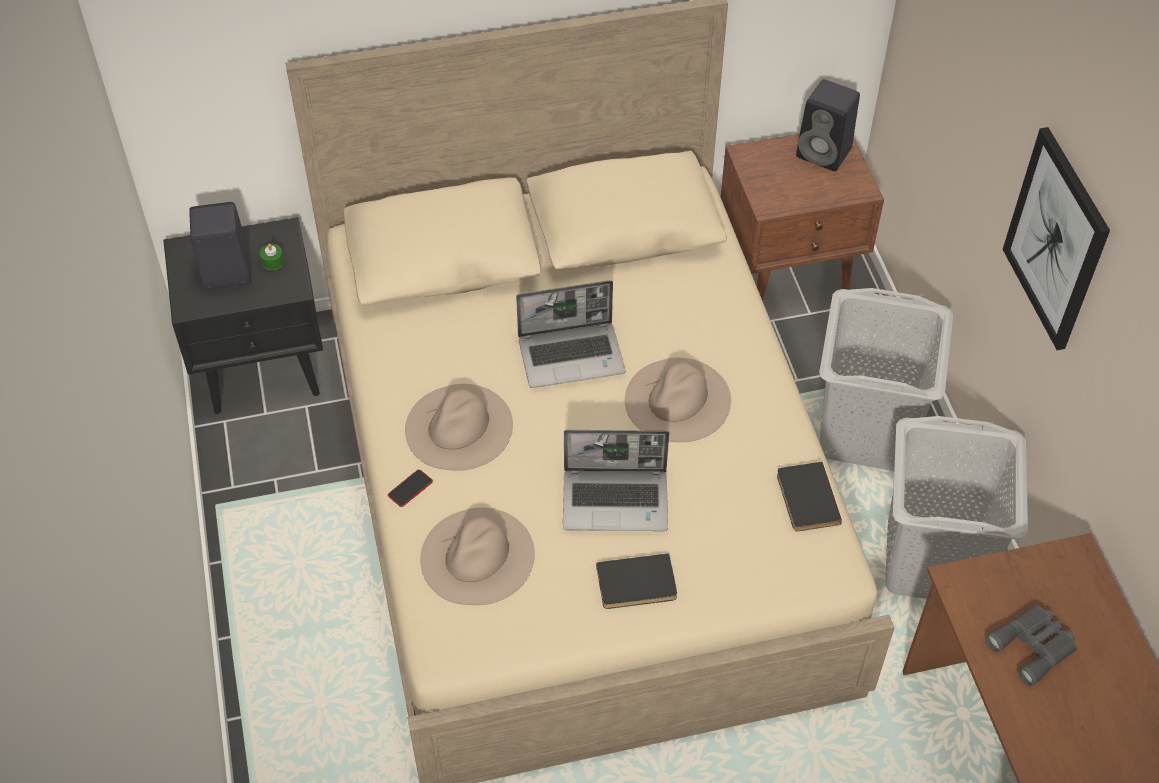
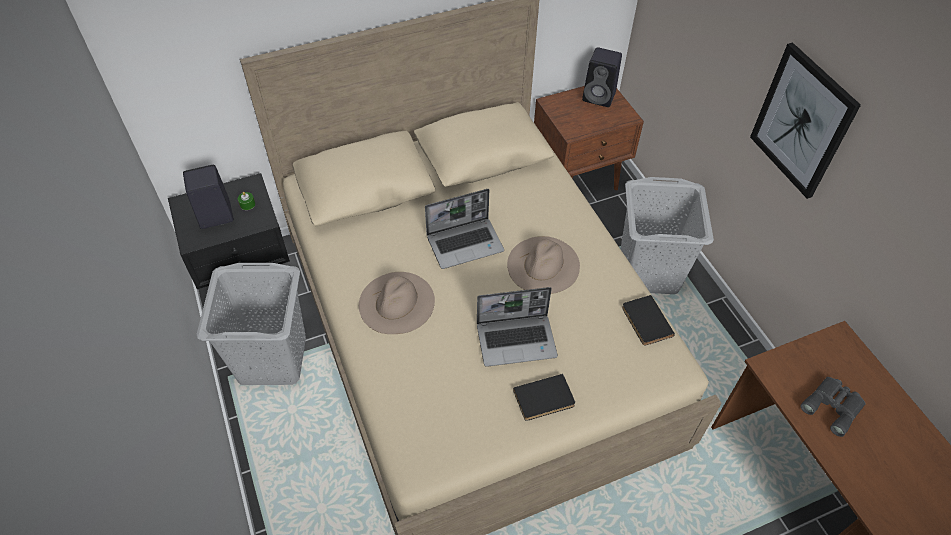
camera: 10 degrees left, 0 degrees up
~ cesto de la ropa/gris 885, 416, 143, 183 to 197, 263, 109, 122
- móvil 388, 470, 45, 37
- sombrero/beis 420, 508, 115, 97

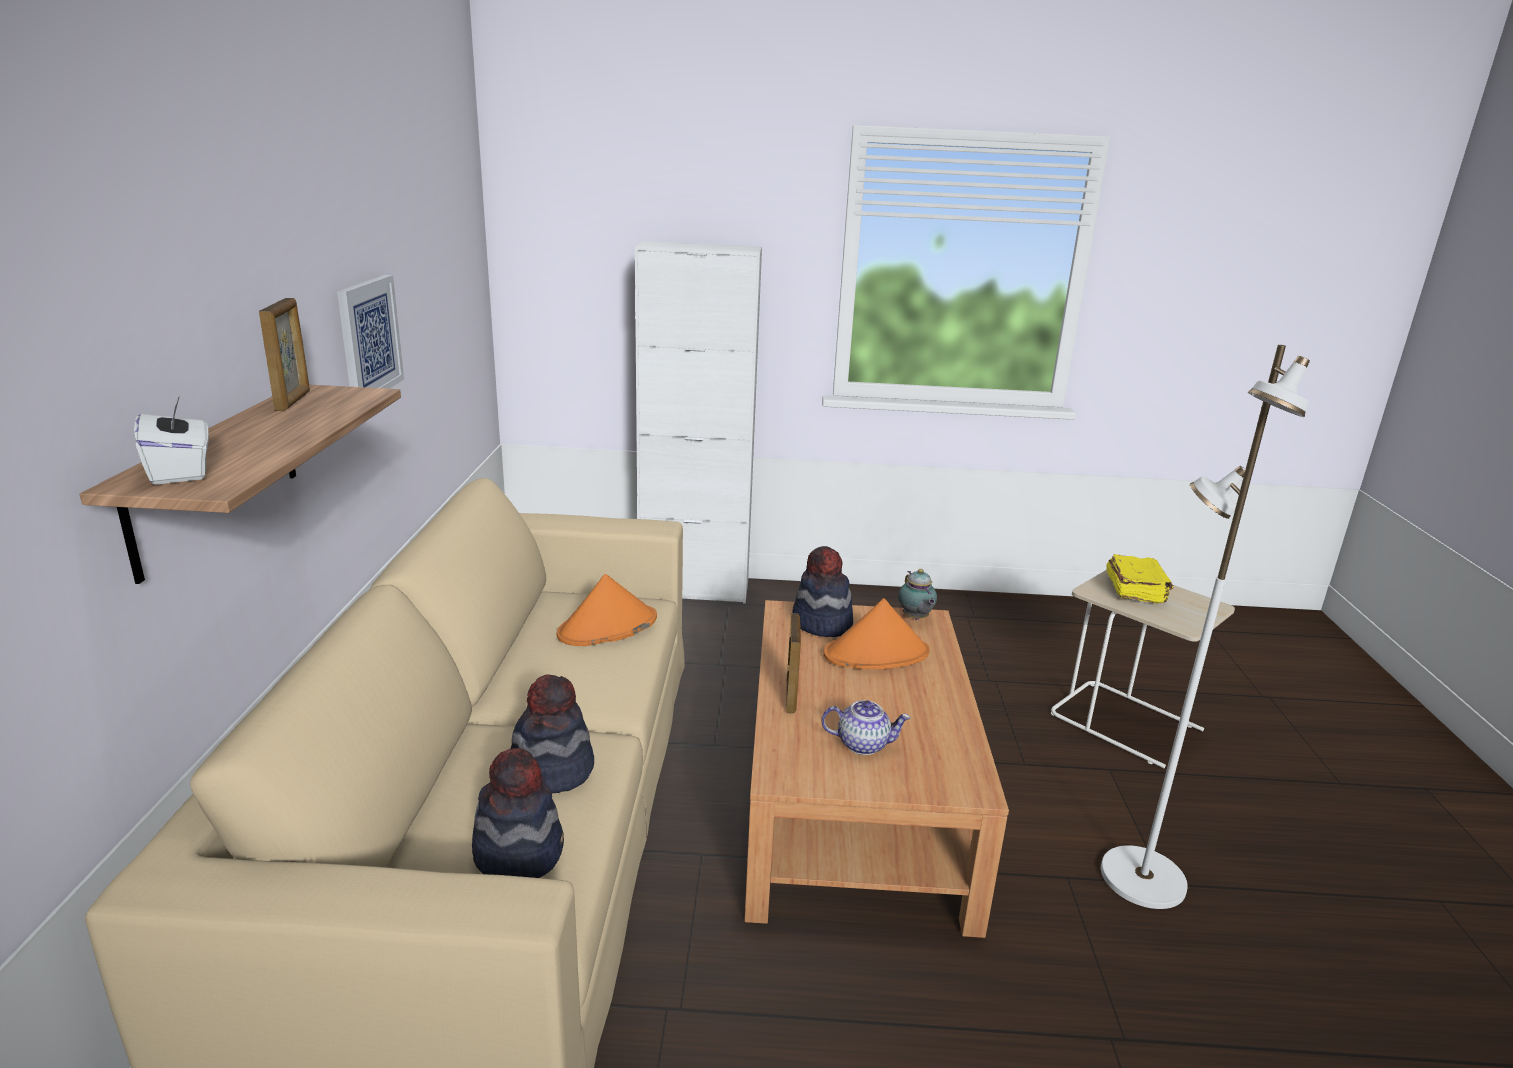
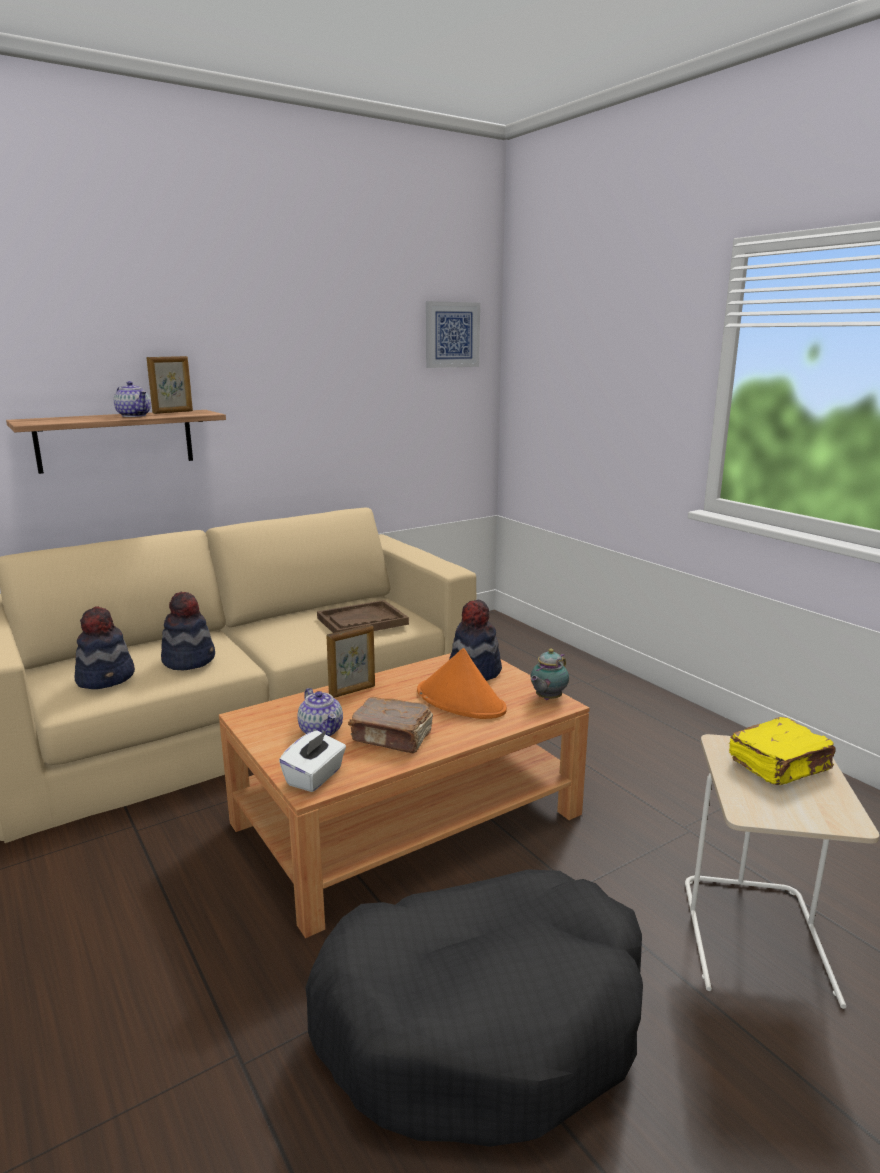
camera: 55 degrees right, 5 degrees down
+ tetera 114, 381, 37, 36
~ caja de pañuelos/blanco 134, 396, 75, 89 to 279, 730, 67, 62
~ lámpara de pie/blanco 1101, 345, 209, 564 to cama para perro/negro 306, 869, 337, 278
~ sombrero/naranja 557, 574, 100, 72 to bandeja/marrón 317, 600, 92, 33
+ libro/marrón 348, 697, 85, 56
~ cuadro 337, 275, 67, 114 to 426, 301, 54, 67
- armario/blanco 635, 241, 127, 363

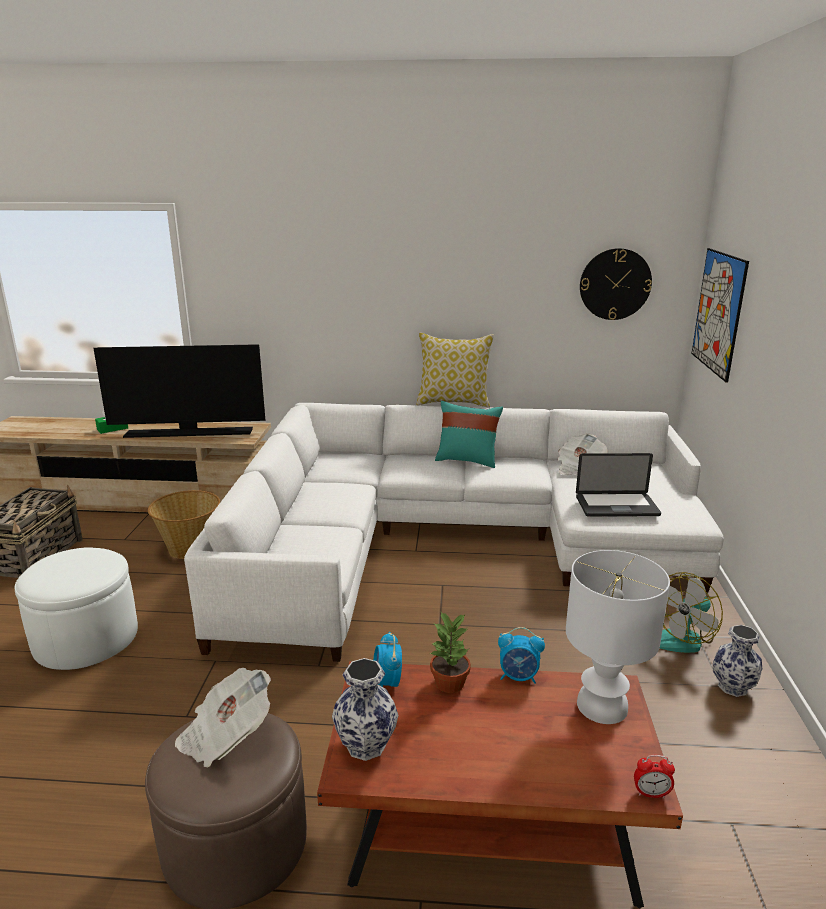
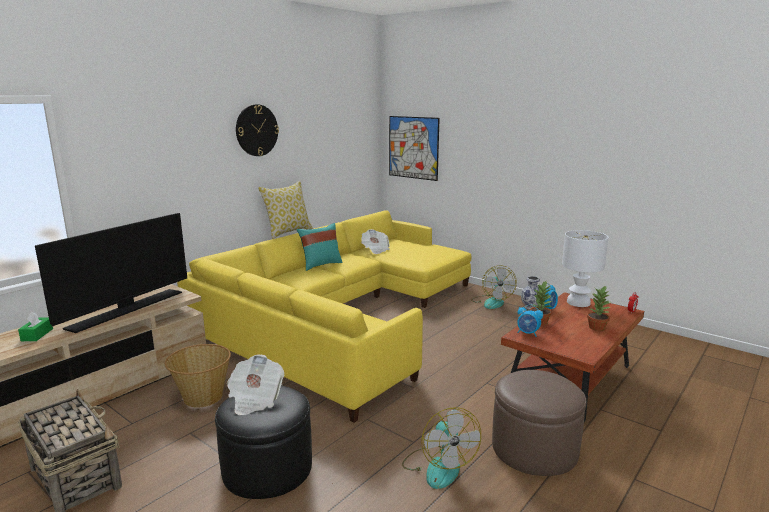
camera: 55 degrees left, 5 degrees down
~ sofá/blanco 184, 403, 540, 259 to sofá/amarillo 177, 210, 294, 213
~ puf/blanco 15, 548, 123, 122 to puf/negro 215, 385, 97, 114
~ periódico 175, 668, 96, 100 to 227, 355, 57, 60
~ reloj de pared 580, 248, 72, 72 to 236, 104, 43, 52
+ ventilador 402, 407, 79, 82
+ planta en maceta 587, 285, 24, 46
- florero 332, 658, 67, 103
- portátil 576, 453, 85, 64

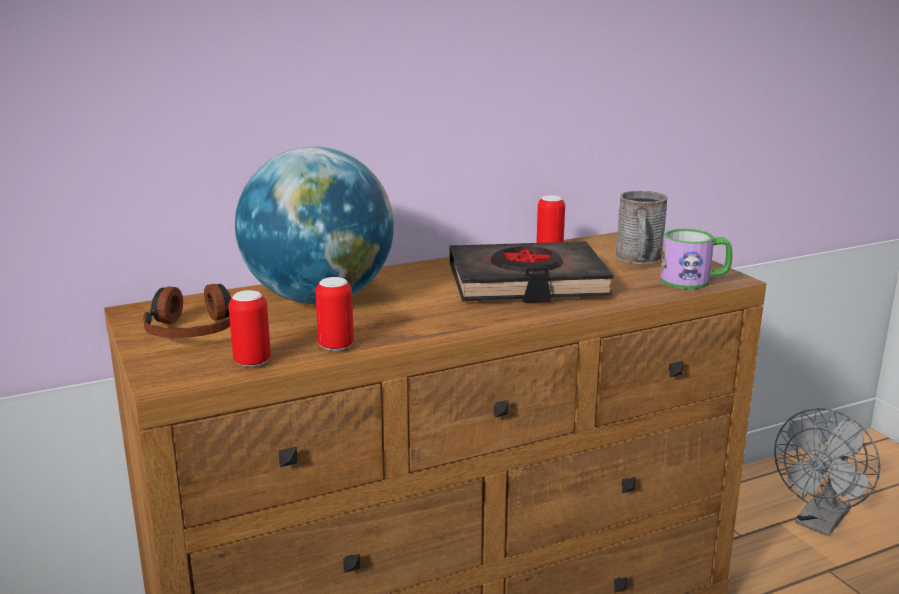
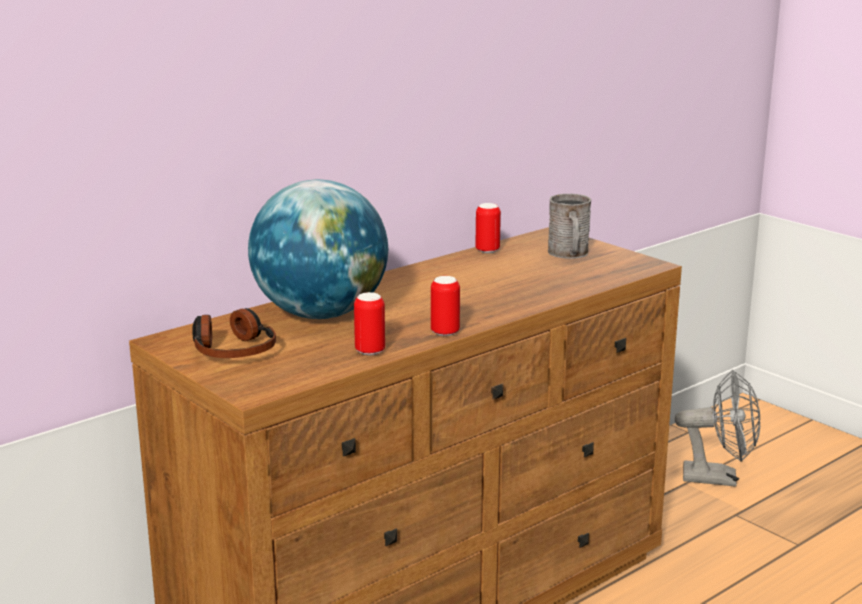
camera: 15 degrees left, 0 degrees up
~ lata 229, 290, 42, 77 to 431, 276, 29, 60
~ ventilador/gris 774, 408, 106, 128 = 675, 370, 85, 117 105 degrees counterclockwise
- libro/negro 449, 241, 165, 62
- taza grande 660, 229, 72, 60

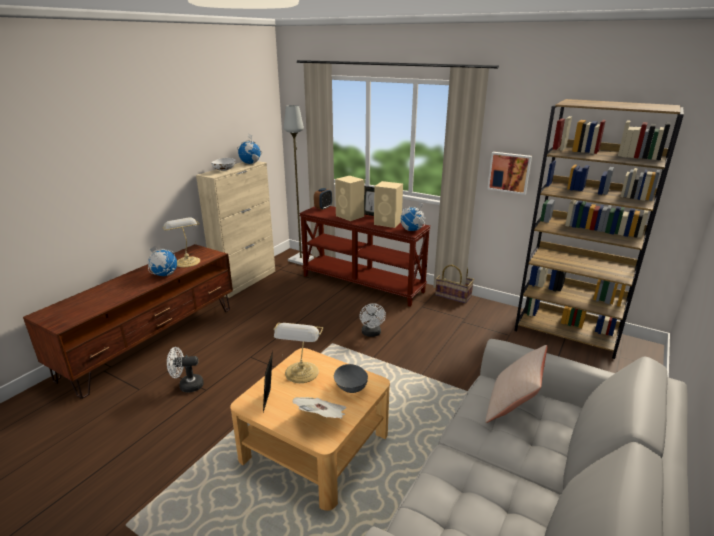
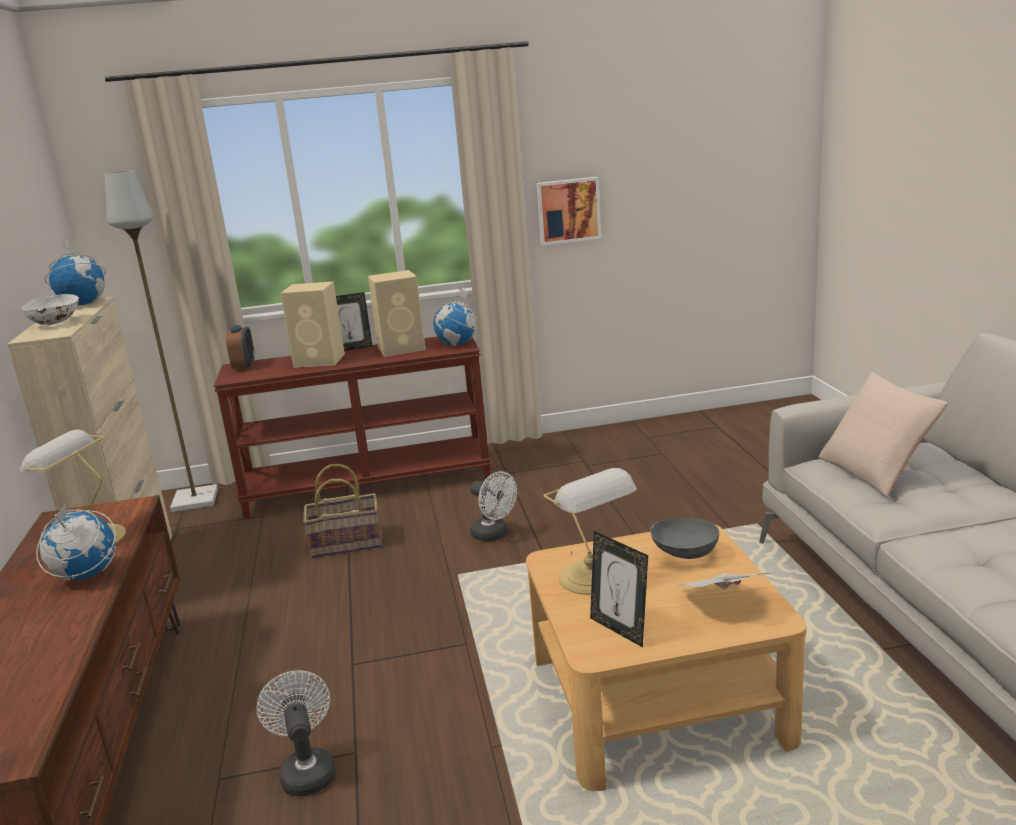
camera: 40 degrees left, 5 degrees down
~ ventilador/blanco 167, 347, 37, 45 = 256, 670, 80, 127 120 degrees clockwise
~ cesta 435, 265, 39, 38 to 303, 464, 79, 94
- estantería/marrón 514, 99, 170, 260

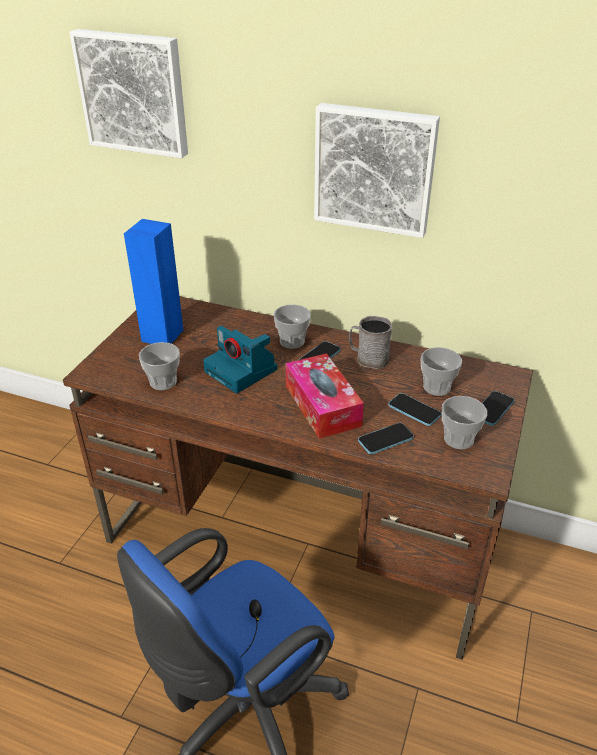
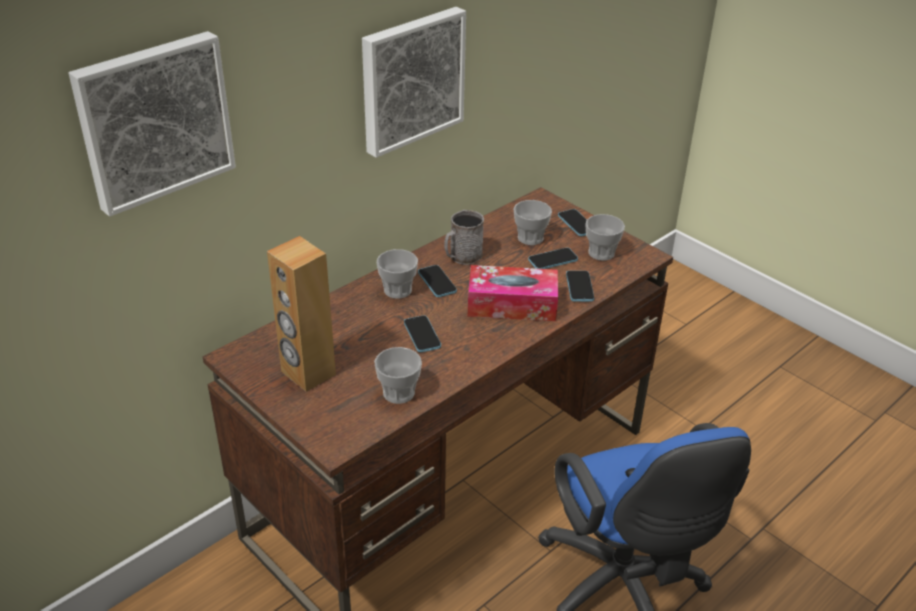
camera: 65 degrees left, 0 degrees up
~ altavoz/azul 124, 219, 59, 125 to altavoz/marrón 267, 236, 69, 156
~ cámara 203, 326, 74, 67 to móvil 404, 315, 37, 37

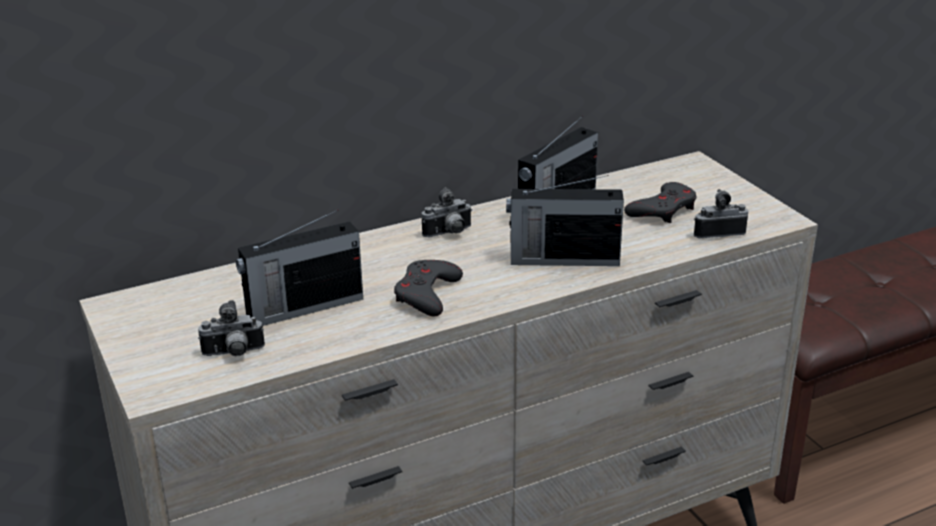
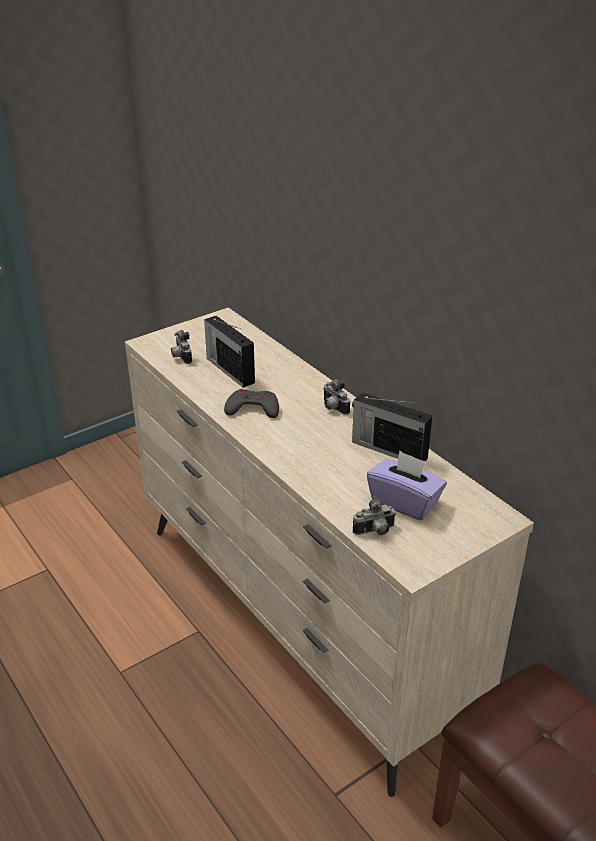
camera: 80 degrees right, 5 degrees up
~ cámara 694, 189, 54, 49 = 353, 496, 43, 39 90 degrees clockwise
~ mando de consola/gris 624, 182, 73, 41 to caja de pañuelos/morado 367, 451, 80, 70
- radio 506, 175, 118, 91

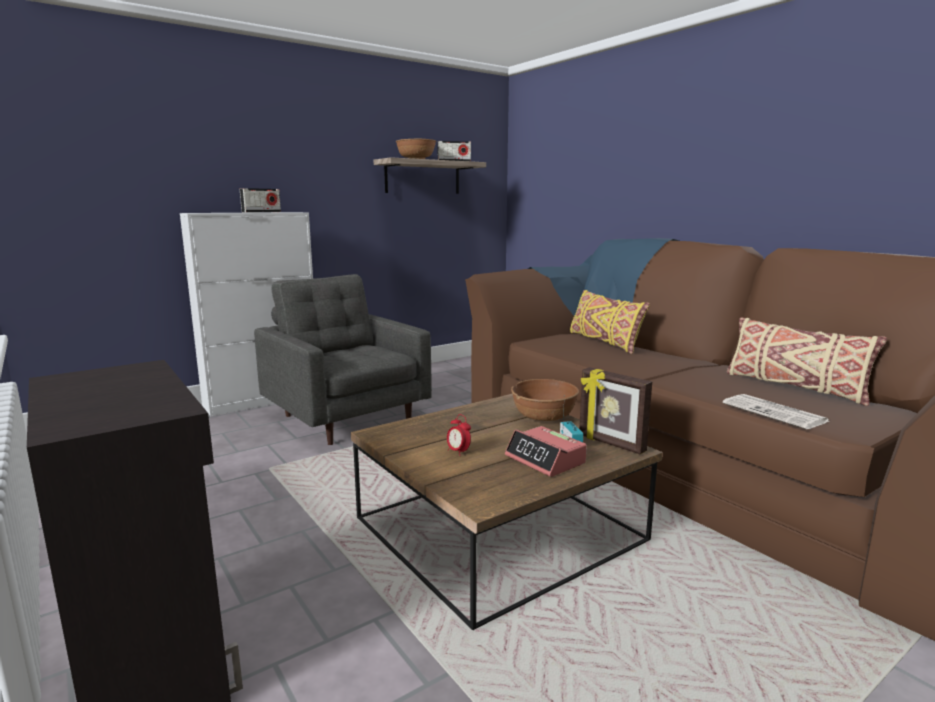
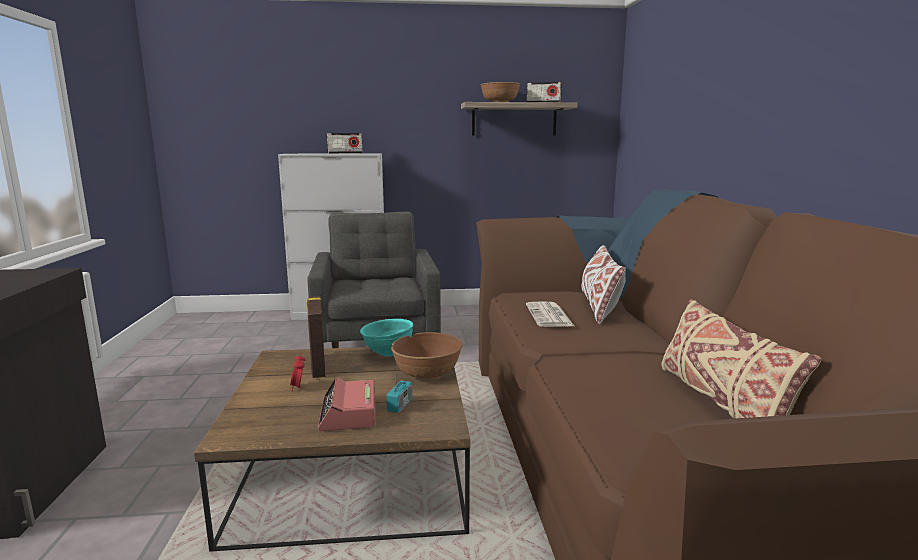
camera: 30 degrees right, 0 degrees up
~ portarretratos 579, 367, 73, 87 to 307, 296, 19, 82
+ cuenco/turquesa 360, 319, 53, 38
~ periódico 723, 394, 106, 35 to 526, 301, 48, 26
~ cojín/amarillo 570, 290, 80, 64 to cojín/blanco 581, 245, 45, 79

